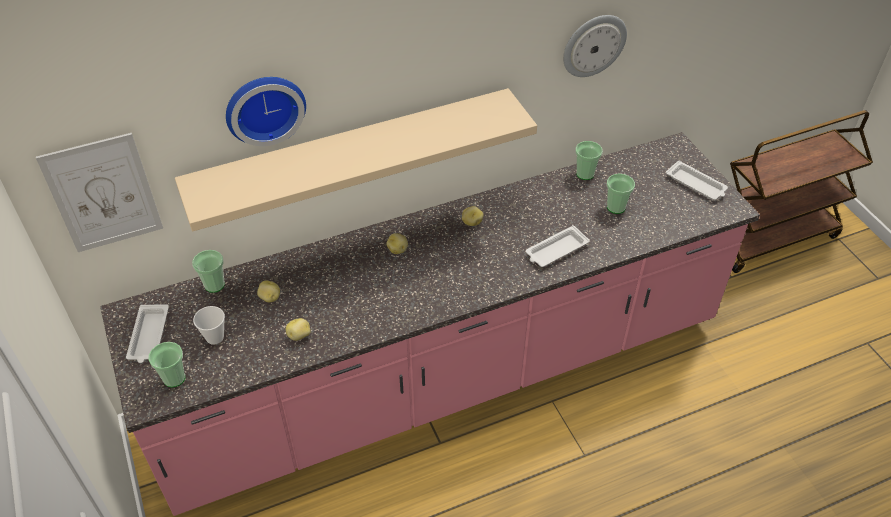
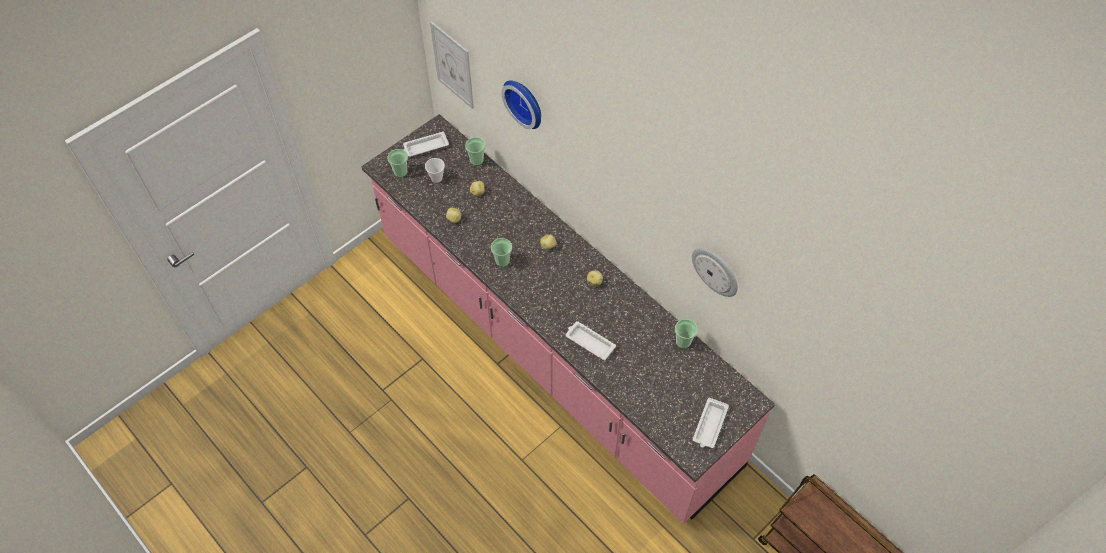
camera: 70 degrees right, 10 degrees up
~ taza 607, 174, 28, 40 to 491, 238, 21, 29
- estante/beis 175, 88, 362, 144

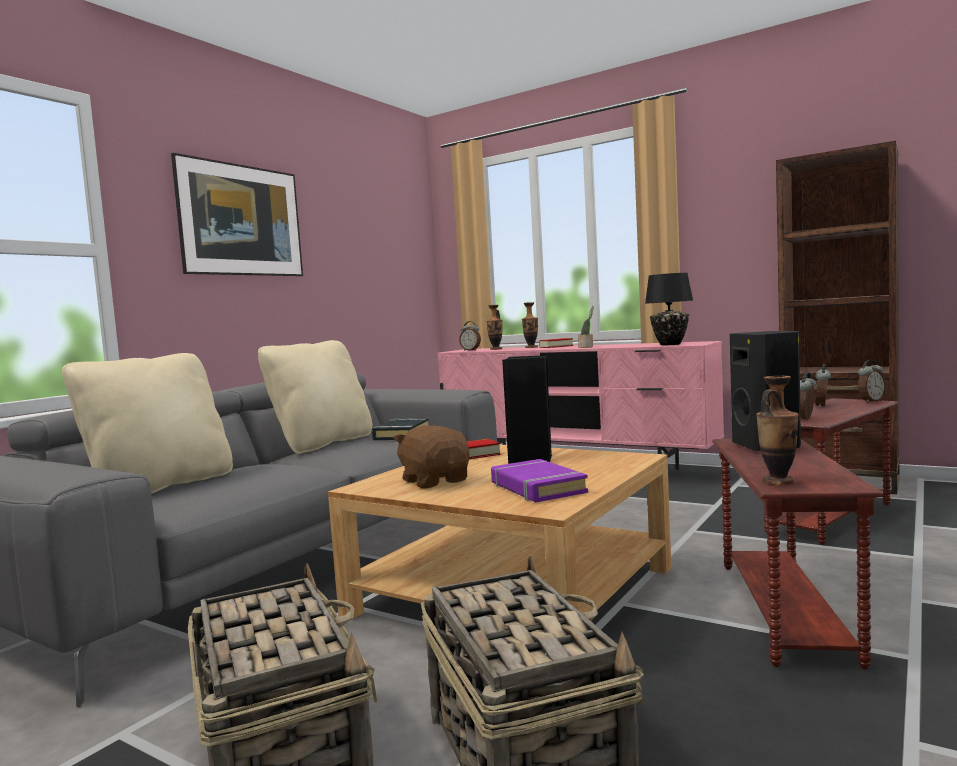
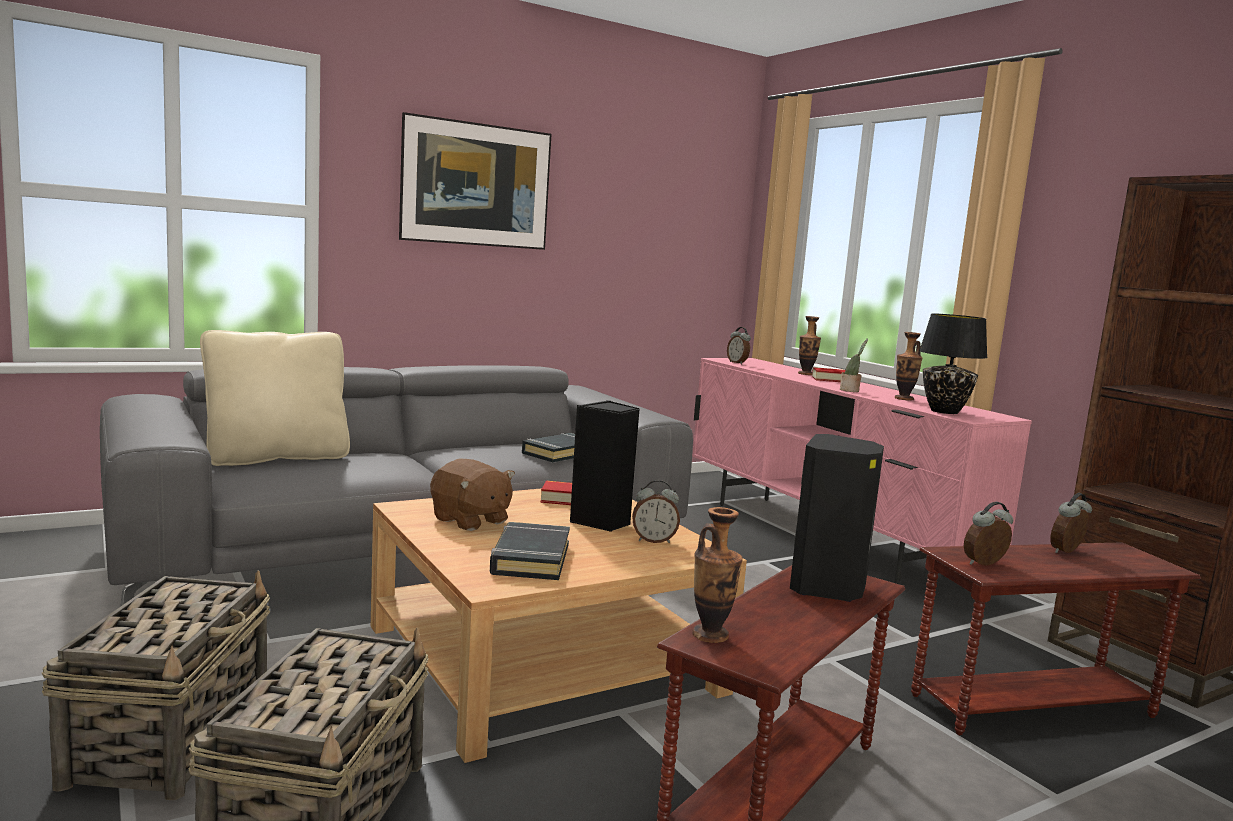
camera: 25 degrees right, 5 degrees up
~ peluche/marrón 393, 425, 77, 63 = 430, 458, 85, 73 135 degrees clockwise
~ libro/morado 491, 459, 97, 43 to libro/negro 490, 522, 80, 58
~ despertador 858, 360, 28, 43 to 632, 480, 48, 63
~ florero 486, 305, 17, 45 to 895, 332, 27, 69
- cojín/beis 258, 340, 114, 114

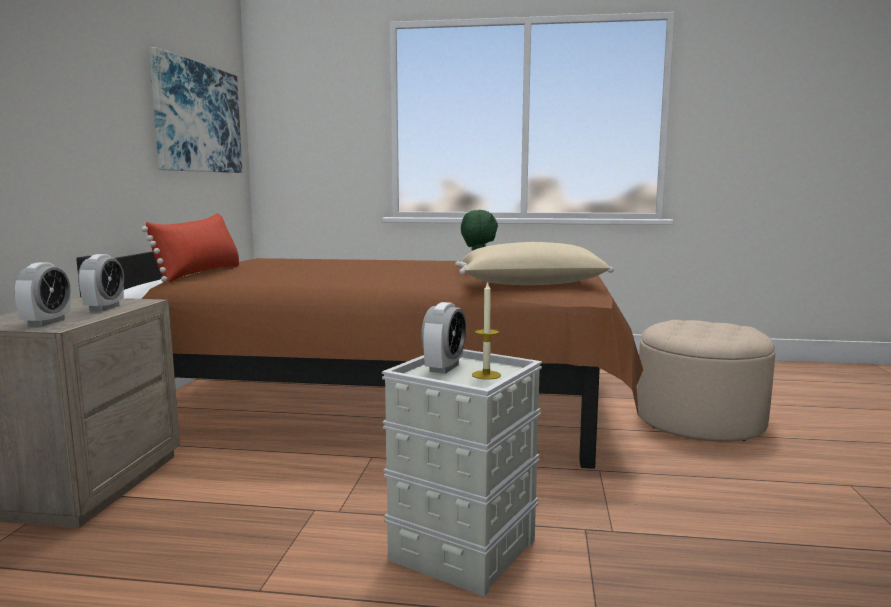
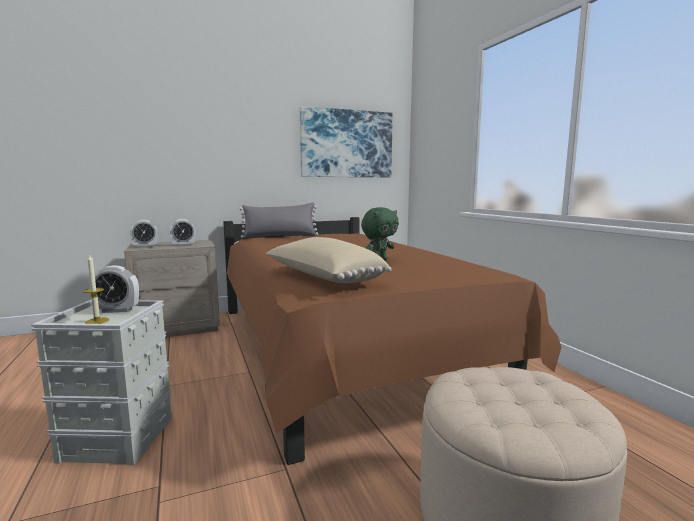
camera: 60 degrees right, 0 degrees up
~ cojín/rojo 141, 213, 98, 69 to cojín/gris 240, 203, 78, 35

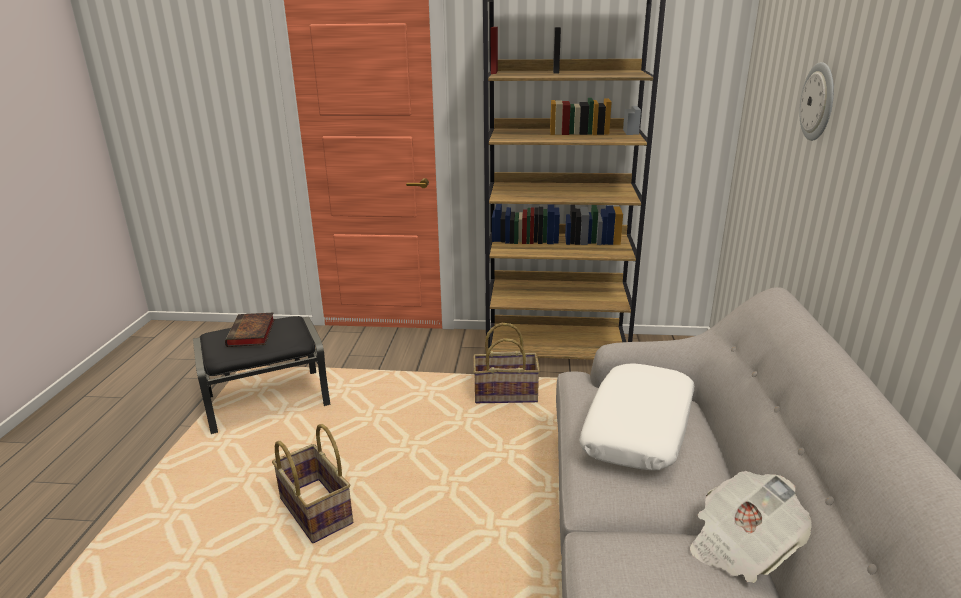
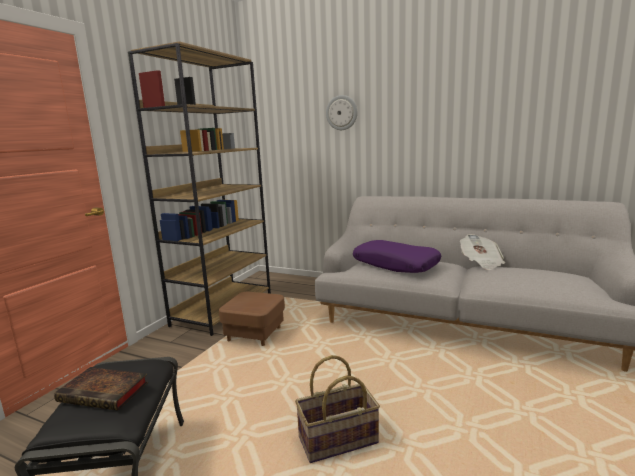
camera: 70 degrees left, 10 degrees down
~ cesta 473, 323, 67, 80 to puf/marrón 219, 292, 66, 54
~ cojín/blanco 579, 363, 116, 107 to cojín/morado 353, 240, 88, 33

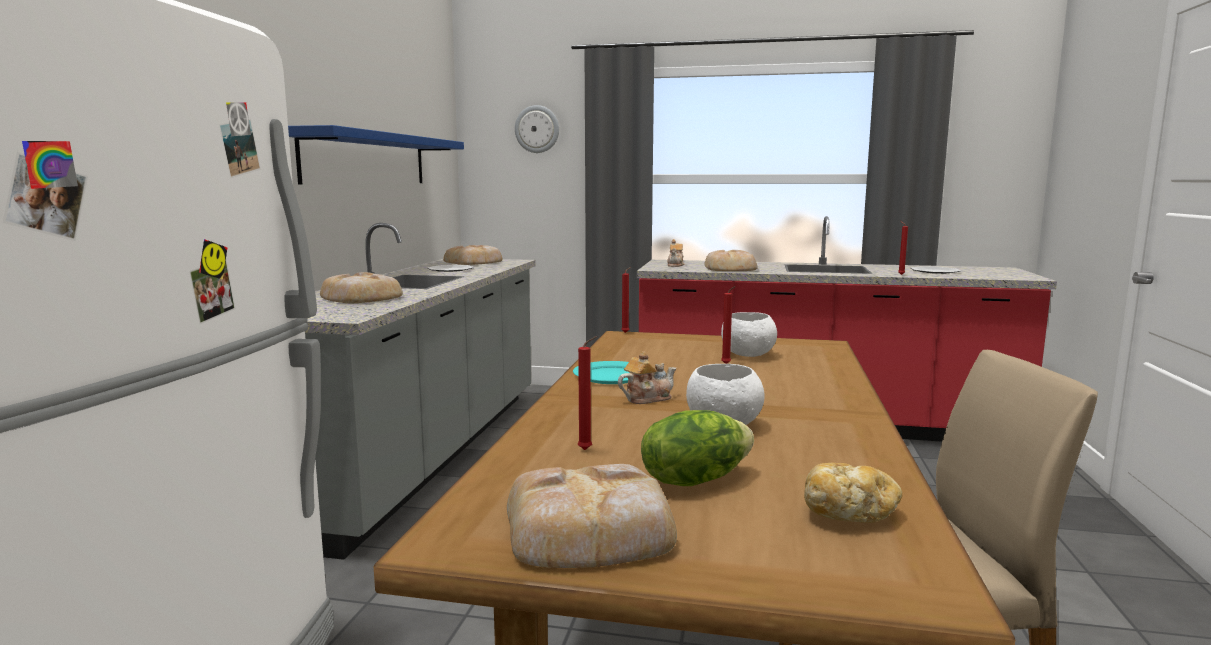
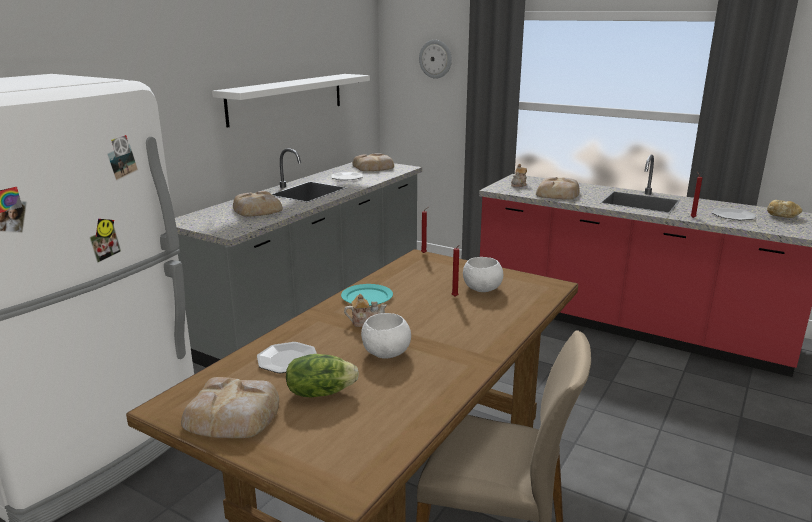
camera: 20 degrees right, 10 degrees up
~ estante/azul 288, 125, 176, 59 to estante/blanco 212, 74, 158, 54
~ vela/rojo 578, 336, 19, 114 to plato 257, 342, 60, 31
~ pan 804, 463, 98, 60 to 767, 200, 35, 18

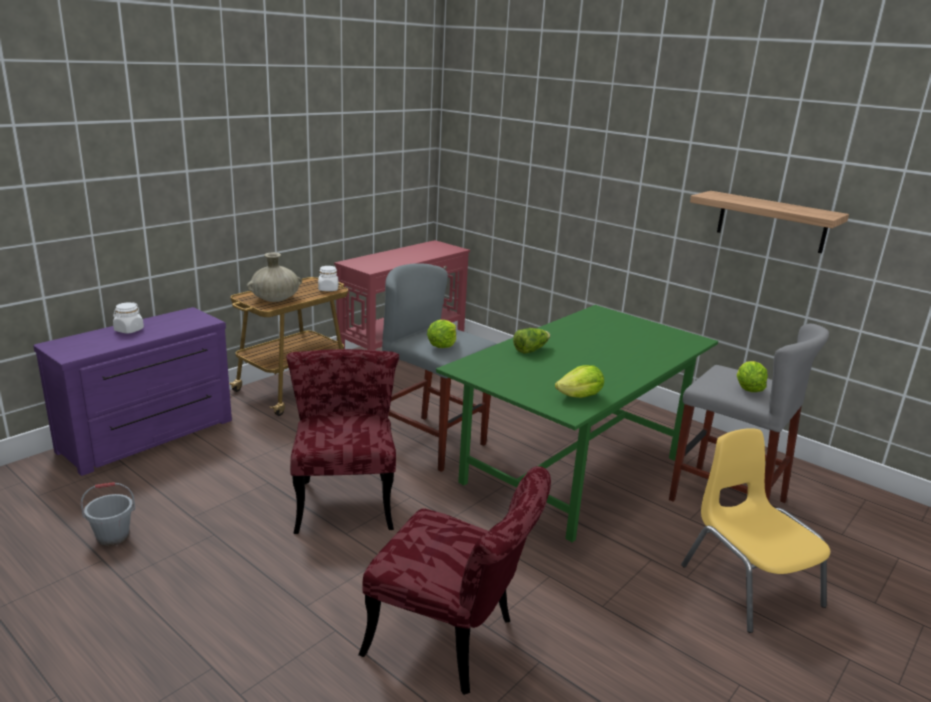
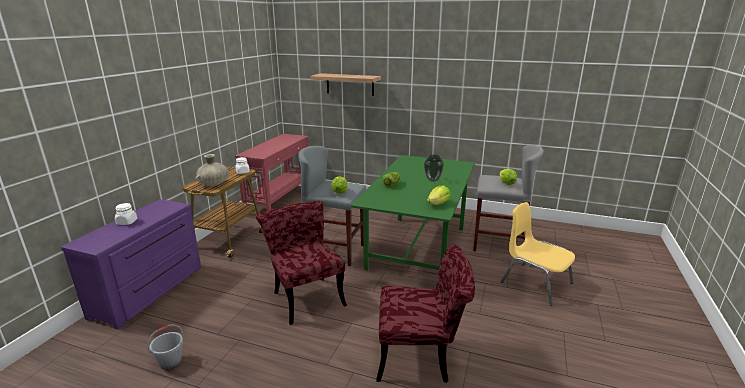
camera: 20 degrees left, 0 degrees up
~ estante 690, 191, 159, 62 to 310, 73, 71, 23
+ florero 424, 155, 20, 27

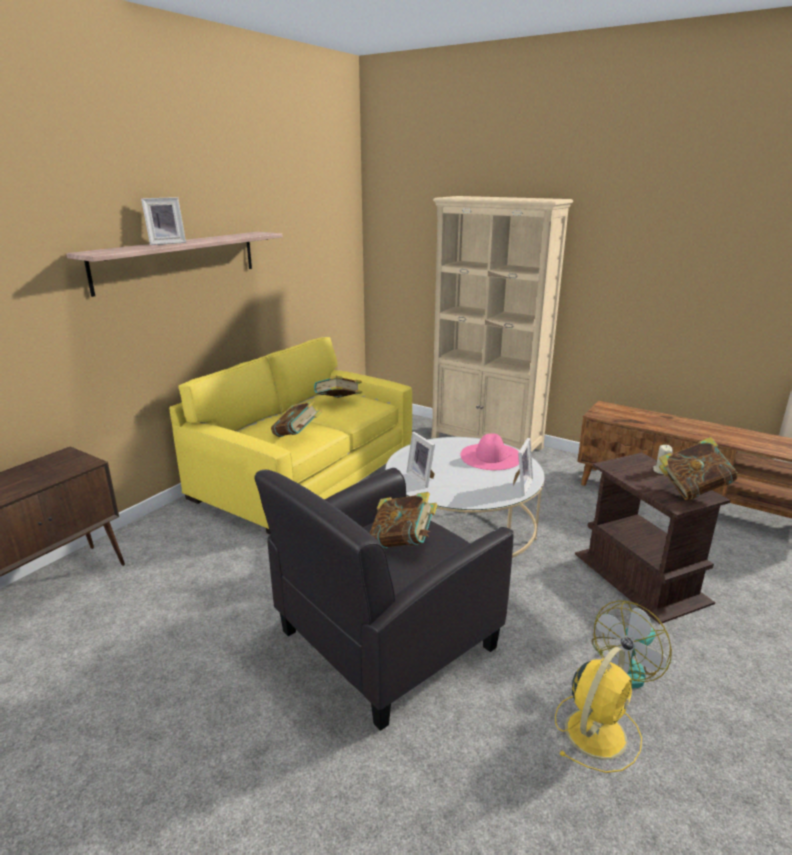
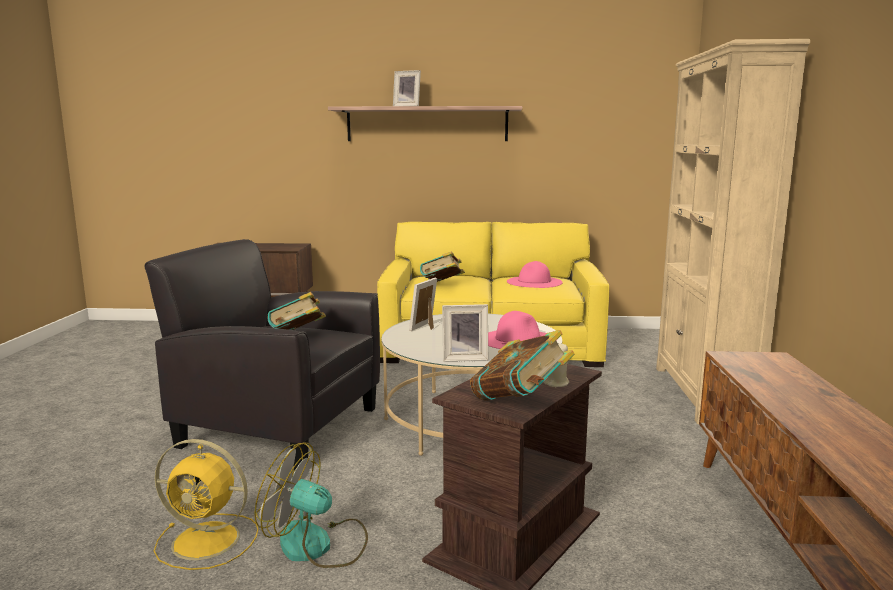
camera: 60 degrees right, 10 degrees down
~ libro 314, 376, 48, 22 to sombrero/rosa 507, 261, 56, 27

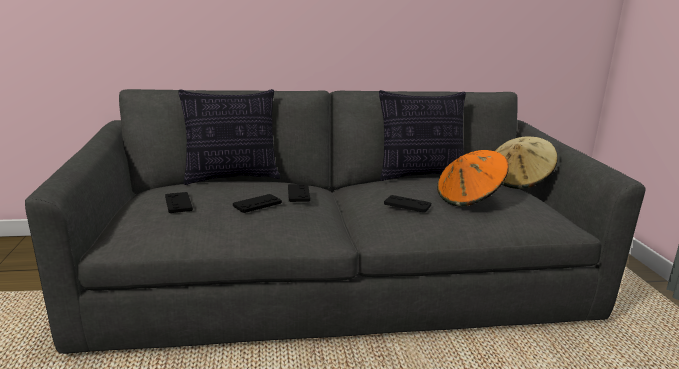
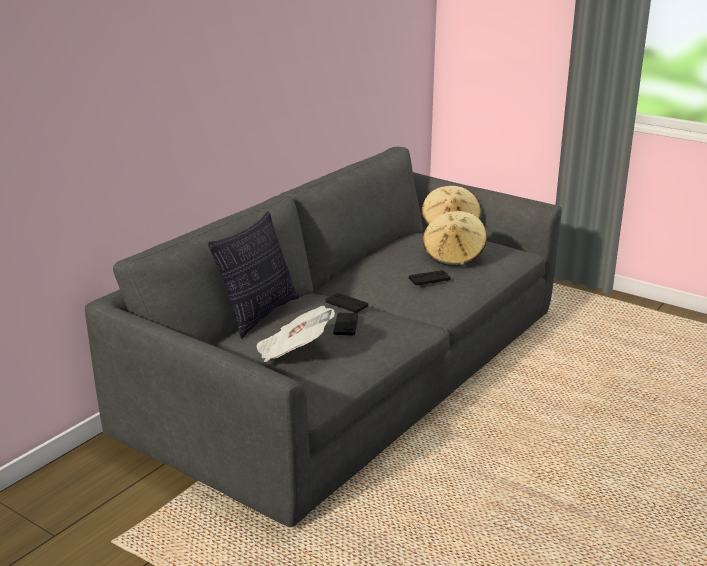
camera: 45 degrees left, 5 degrees up
~ mando de consola/negro 165, 192, 28, 21 to periódico 256, 306, 79, 56
~ sombrero/naranja 437, 150, 72, 57 to sombrero/beis 423, 211, 64, 55
- cojín 379, 90, 87, 91

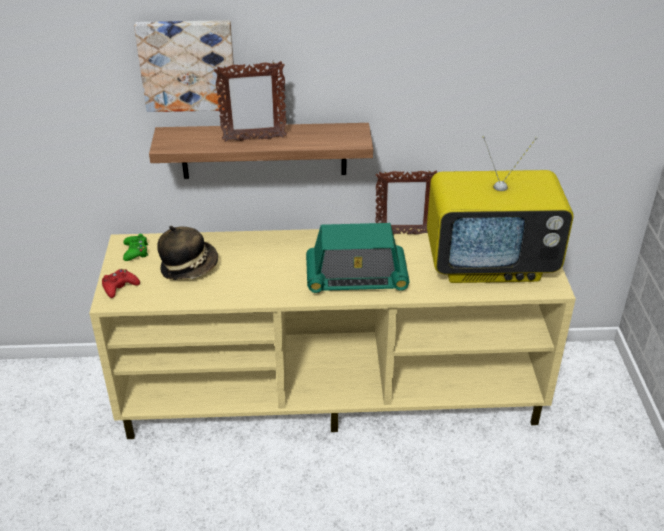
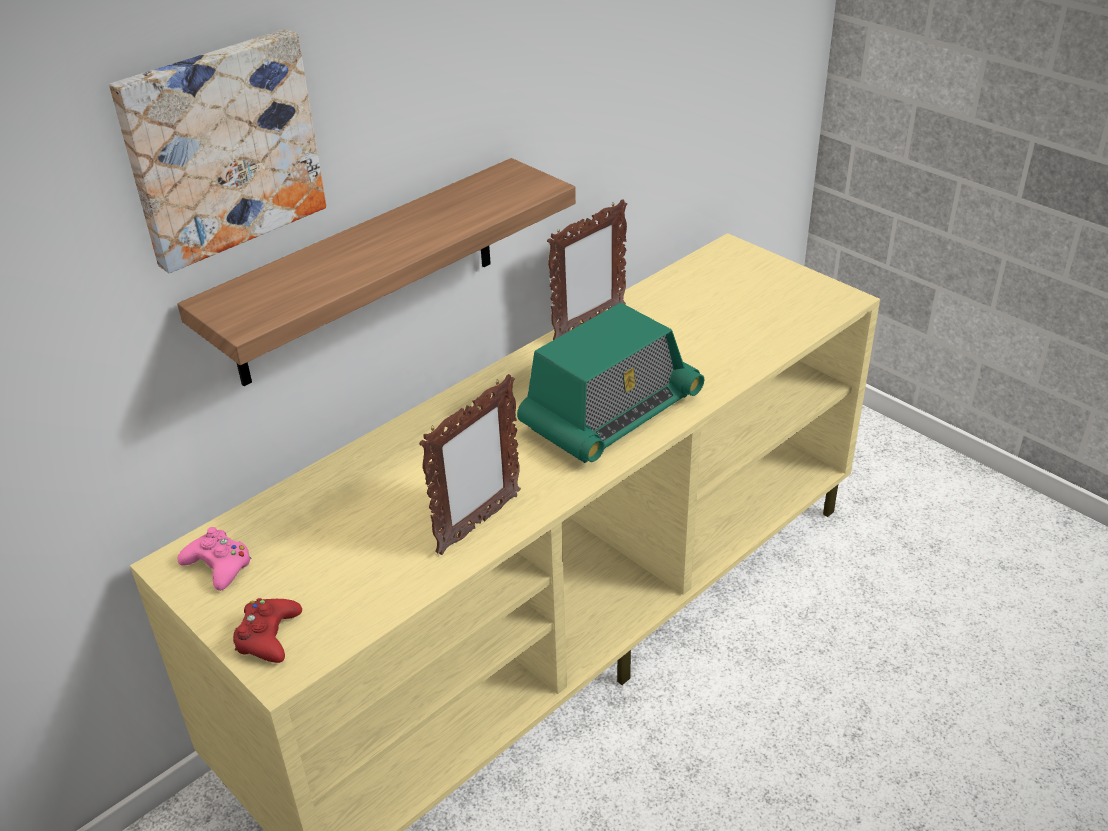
camera: 40 degrees left, 0 degrees up
~ mando de consola/verde 123, 234, 26, 27 to mando de consola/rosa 178, 527, 74, 64
~ portarretratos 214, 61, 73, 81 to 419, 374, 102, 181
- sombrero 157, 226, 61, 54
- televisor 427, 136, 147, 147

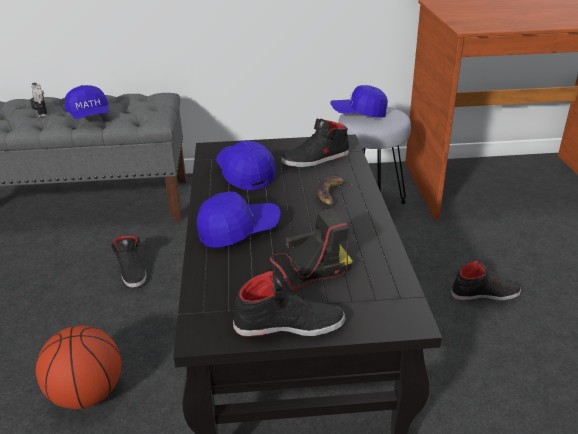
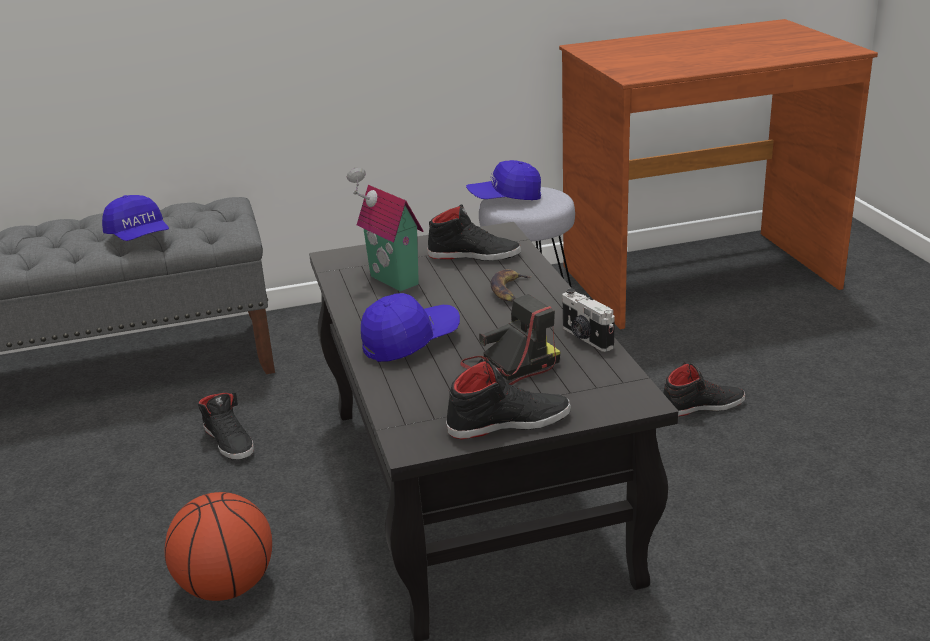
camera: 10 degrees left, 5 degrees down
~ gorra/azul 216, 141, 60, 50 to casita 347, 167, 77, 125
~ zapato/negro 281, 118, 68, 50 = 427, 204, 94, 57 135 degrees counterclockwise
~ cámara 30, 83, 17, 34 to 562, 288, 53, 64

